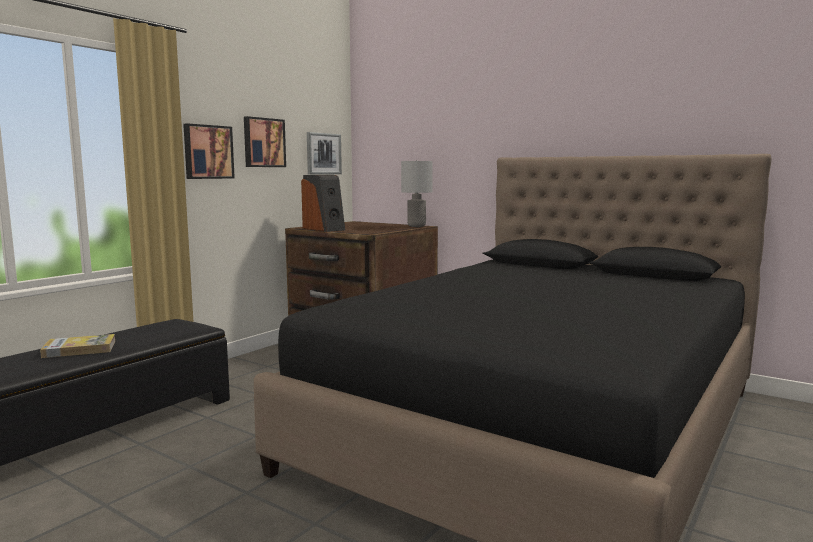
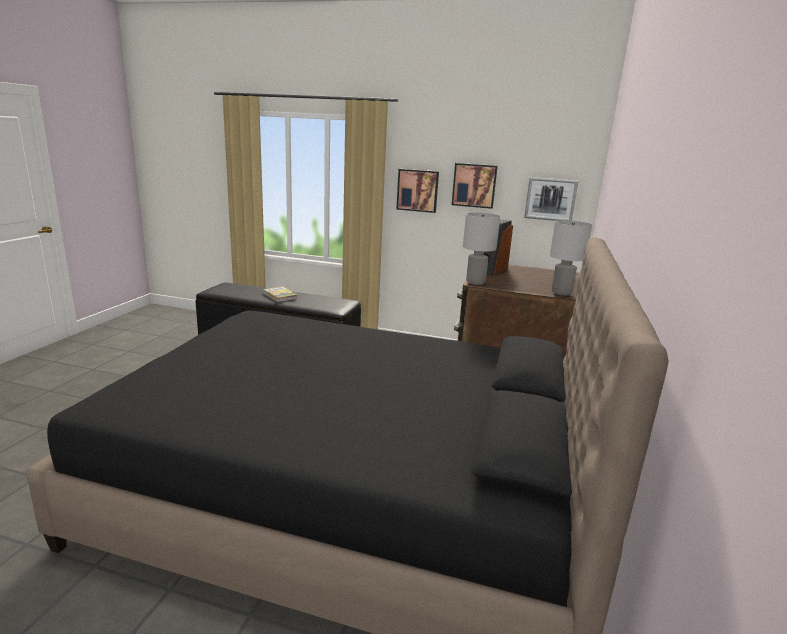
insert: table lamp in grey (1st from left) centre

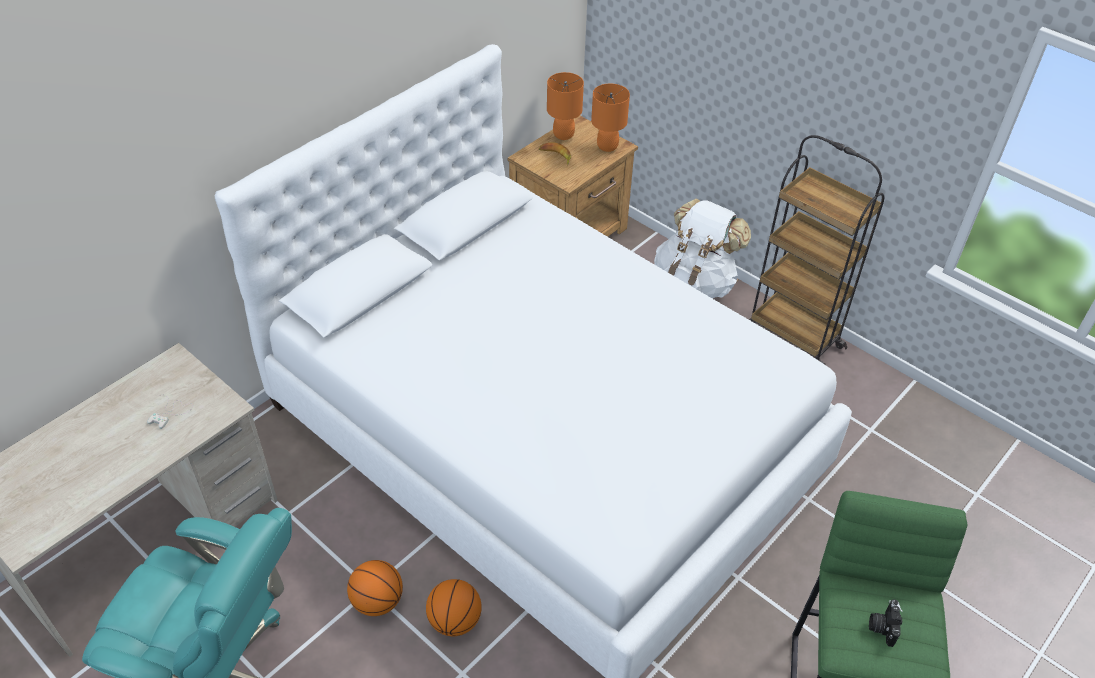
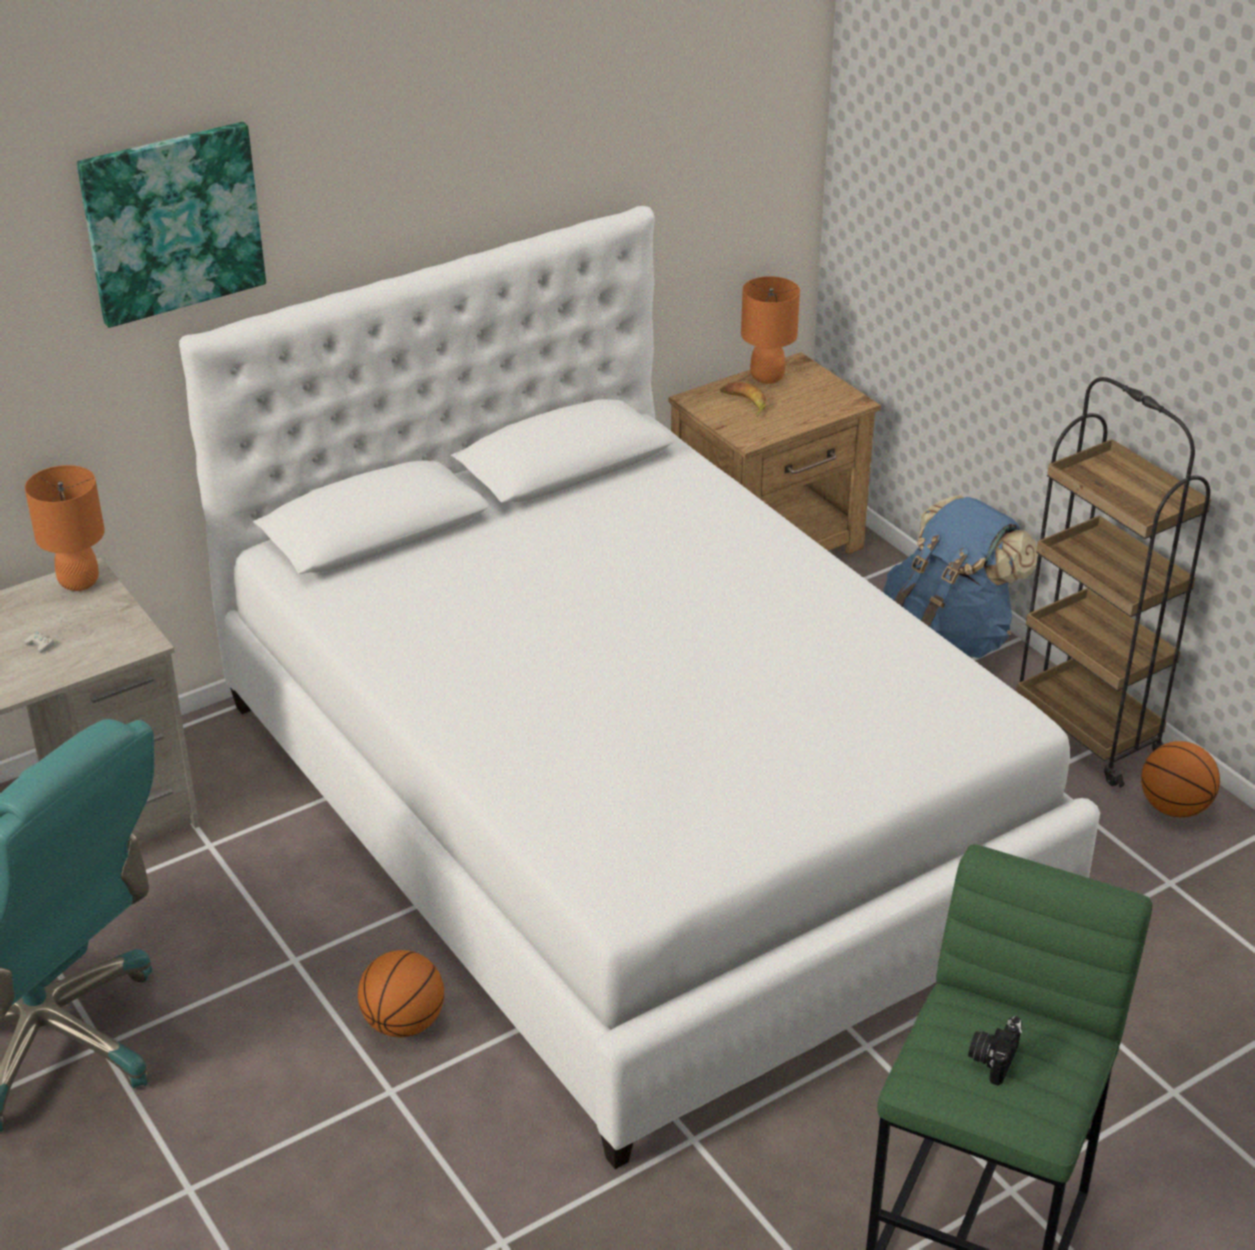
insert: picture top left
move: basketball (1st from left in the first image) bottom centre to basketball (2nd from left) middle right; table lamp in orange (2nd from left in the first image) top centre to table lamp in orange (1st from left) middle left
recolor: backpack in white centre to backpack in blue middle right

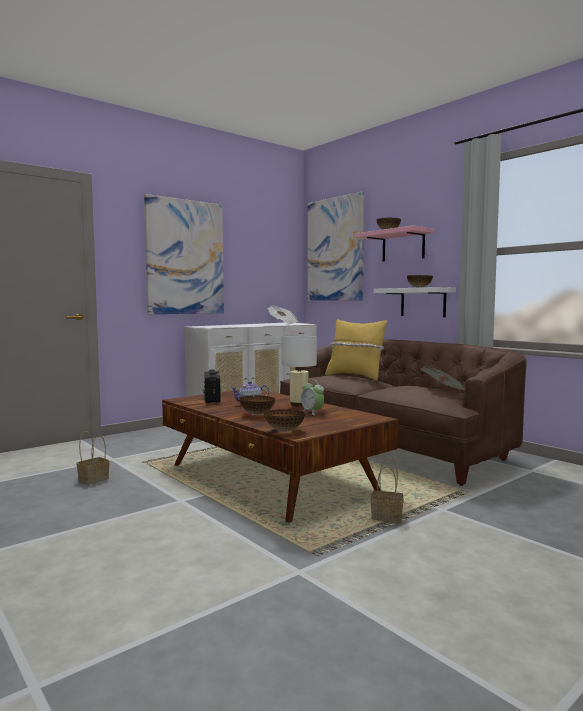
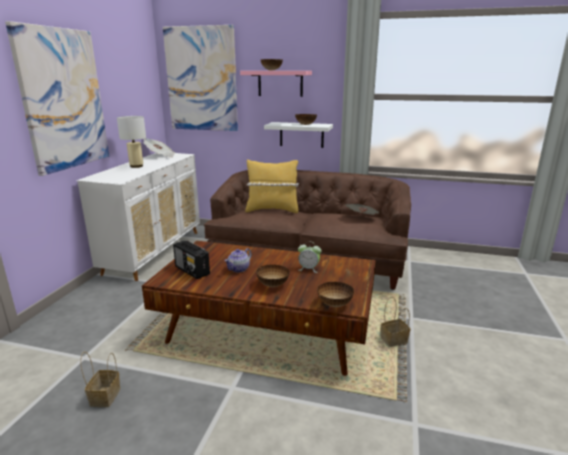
move: table lamp in white centre to top left

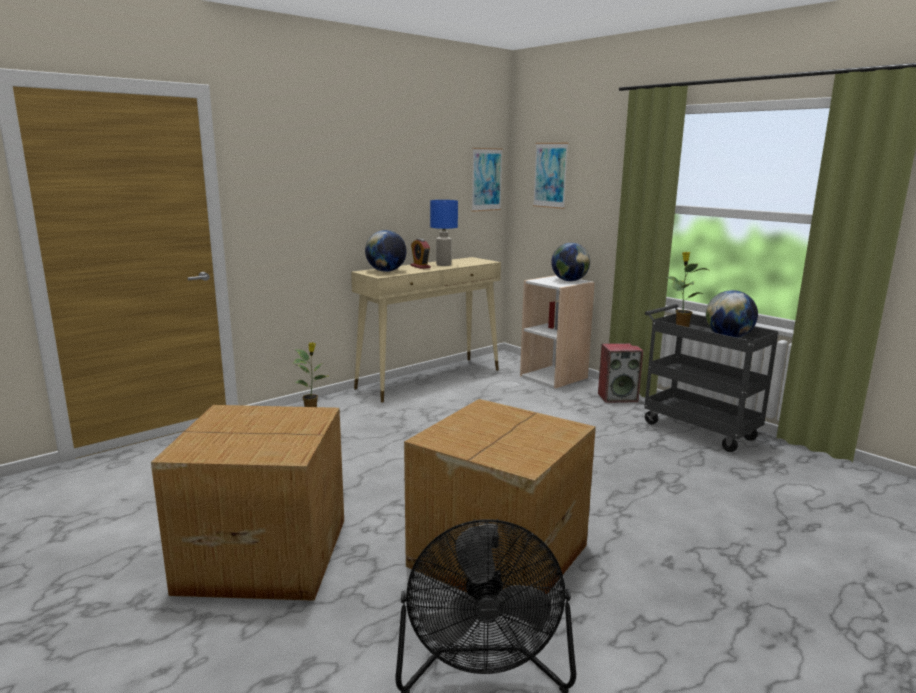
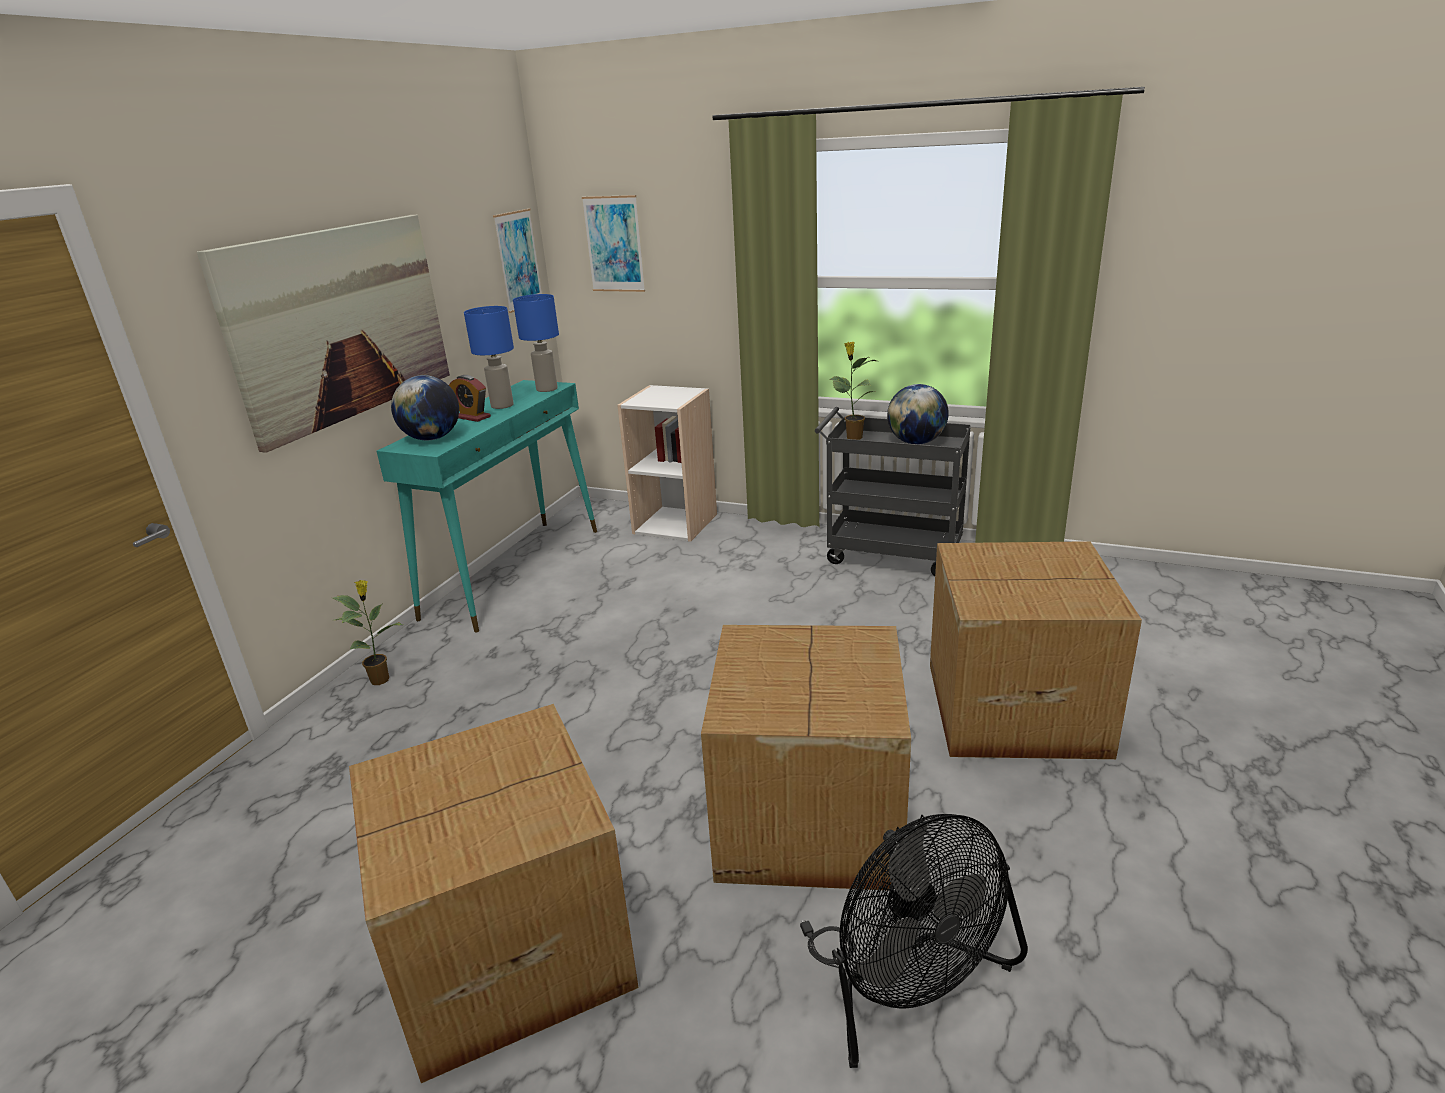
delete: globe (2nd from left) centre; speaker middle right
insert: picture (1st from left) top left; table lamp in blue (2nd from left) top centre; cardboard box (3rd from left) middle right
recolor: console table in beige centre to console table in turquoise centre

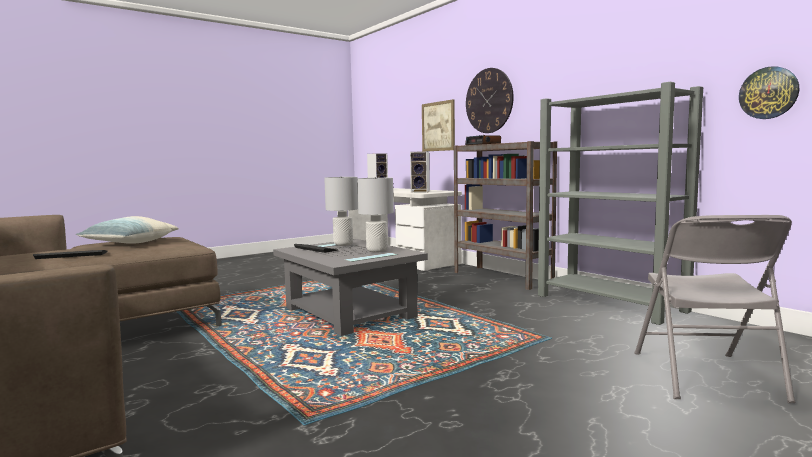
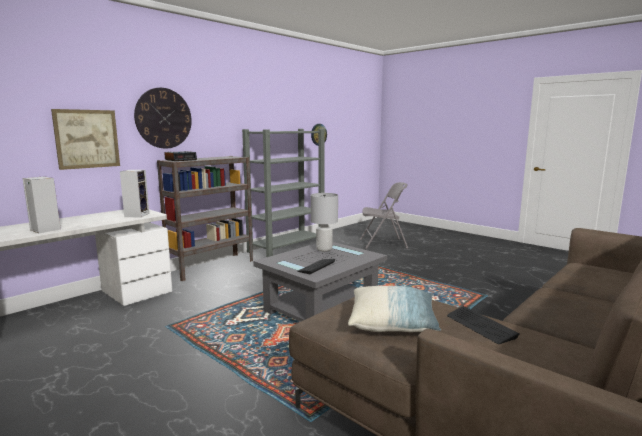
delete: table lamp in grey (1st from left) centre

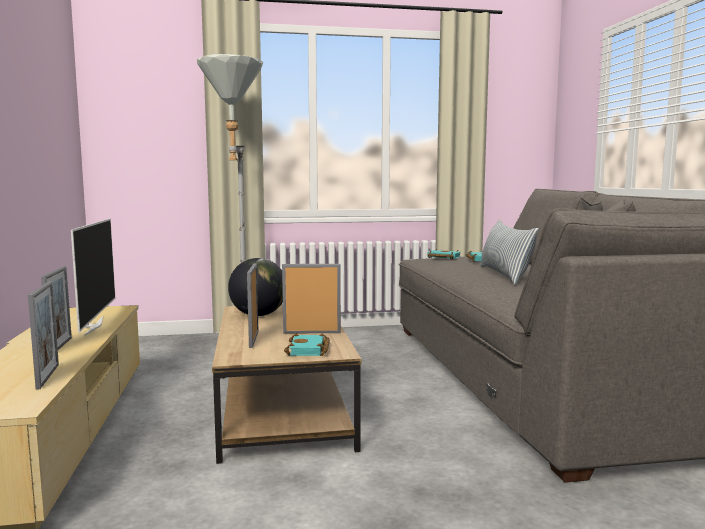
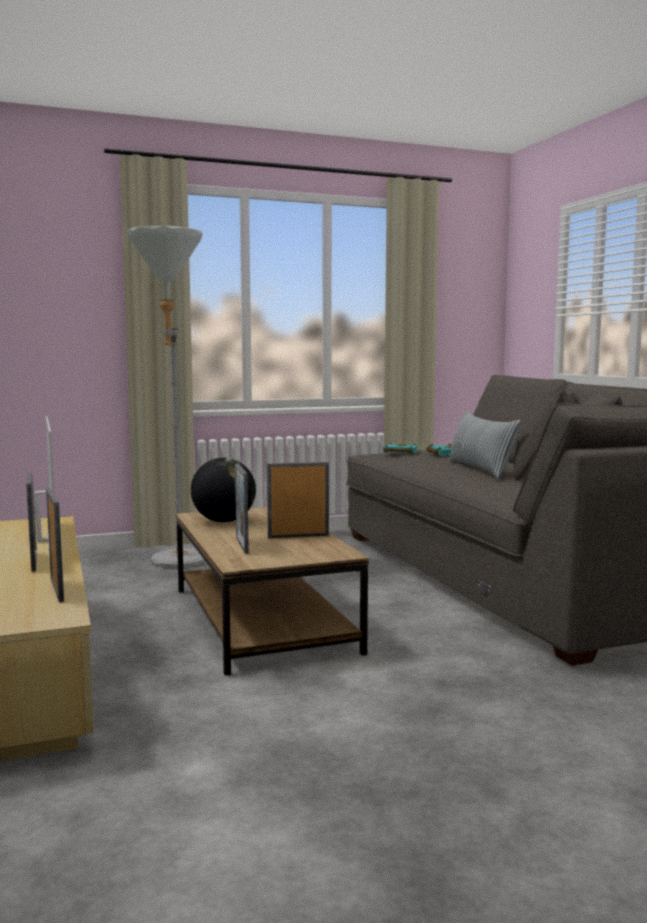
delete: book in turquoise (1st from left) centre

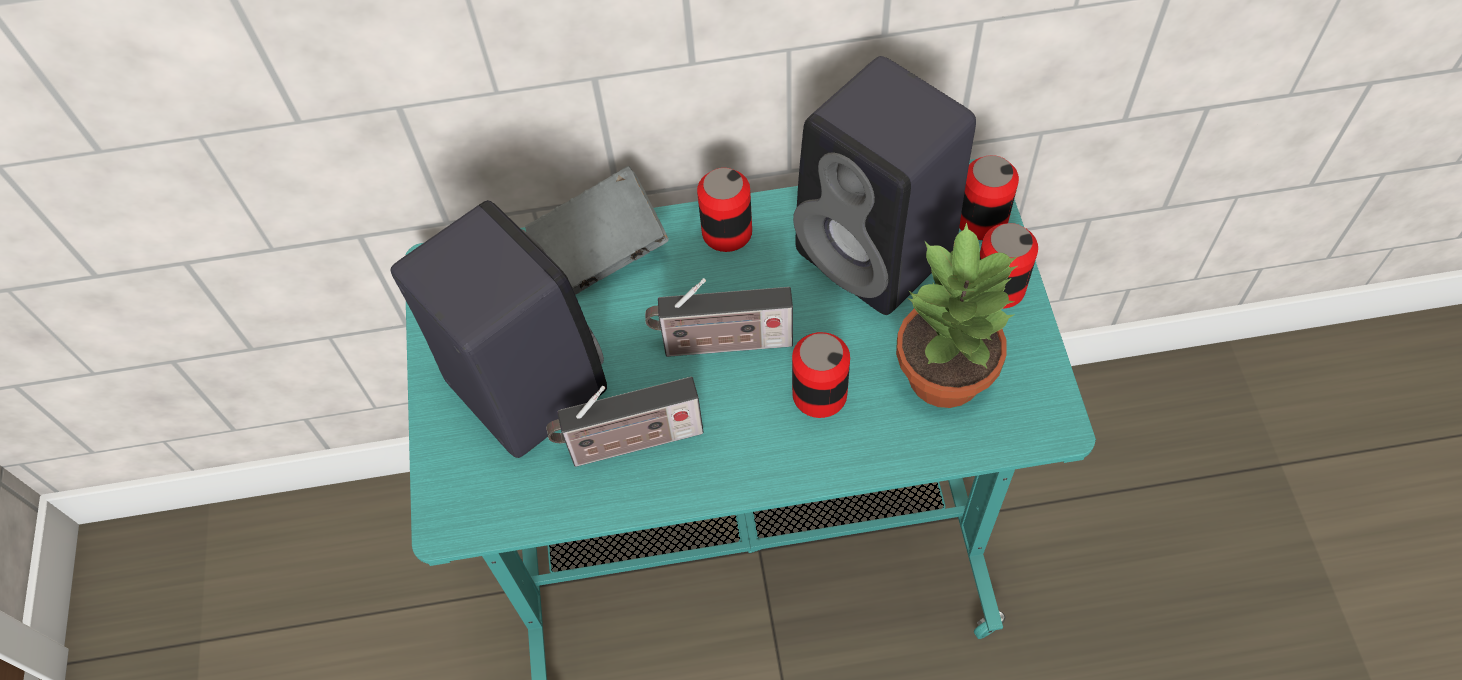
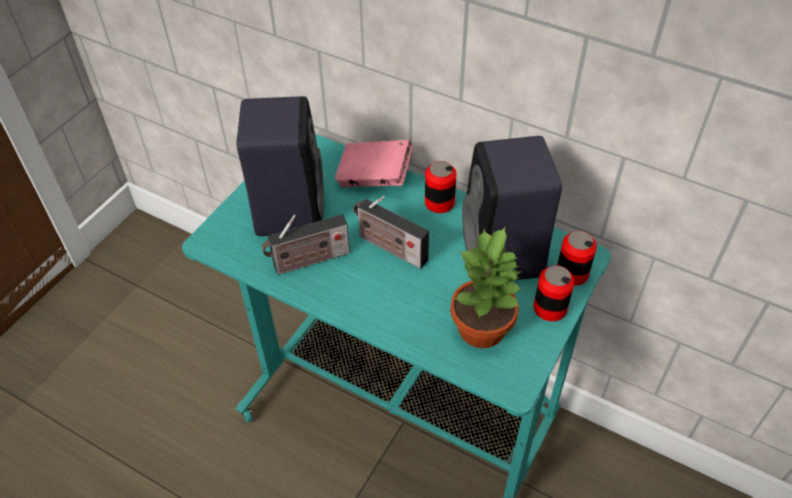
delete: can (2nd from left) centre
recolor: book in grey centre to book in pink top centre
rotate: radio (1st from left) centre = centre 45 degrees counterclockwise

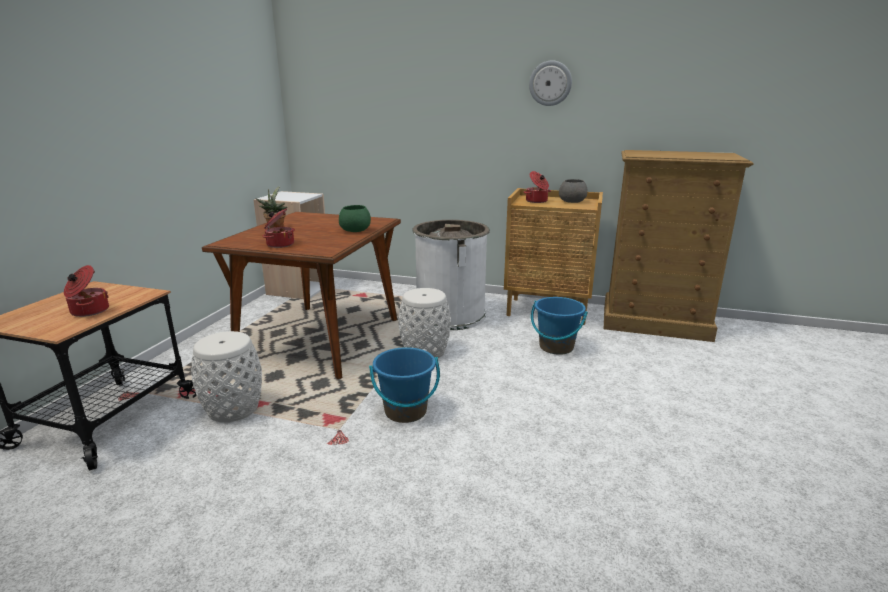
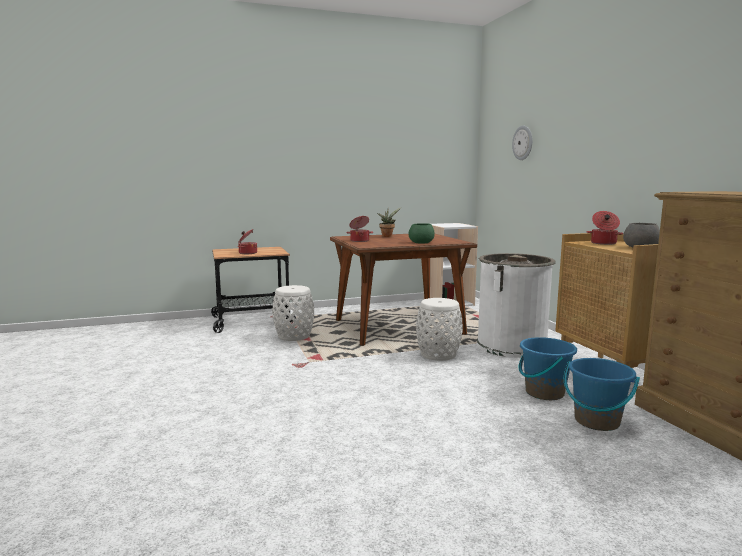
move: bucket in blue (1st from left in the first image) centre to bucket in blue (2nd from left) bottom right; wall clock top centre to top right

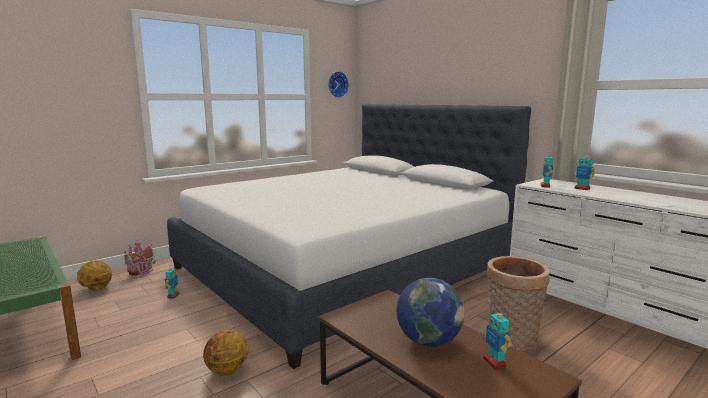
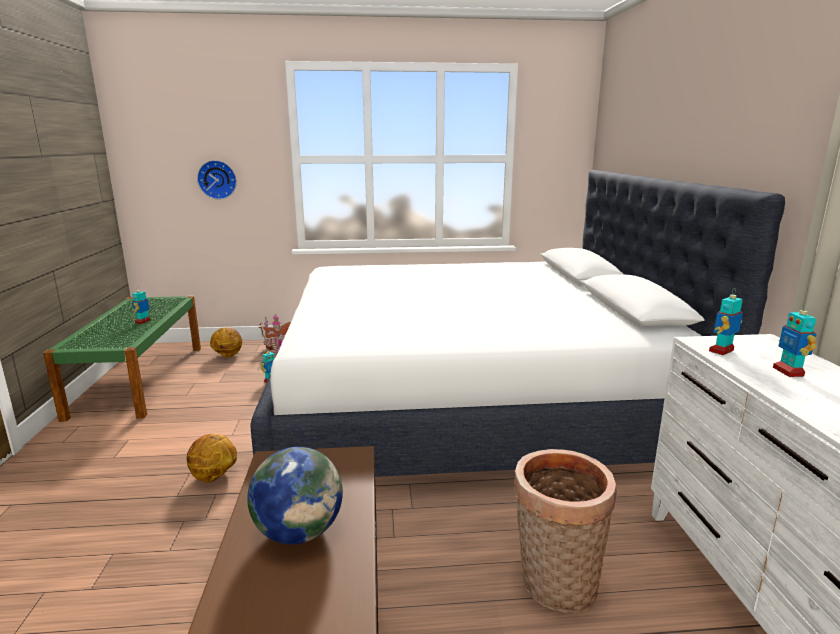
move: wall clock top centre to top left; toy robot (2nd from left in the first image) bottom right to toy robot (1st from left) middle left

